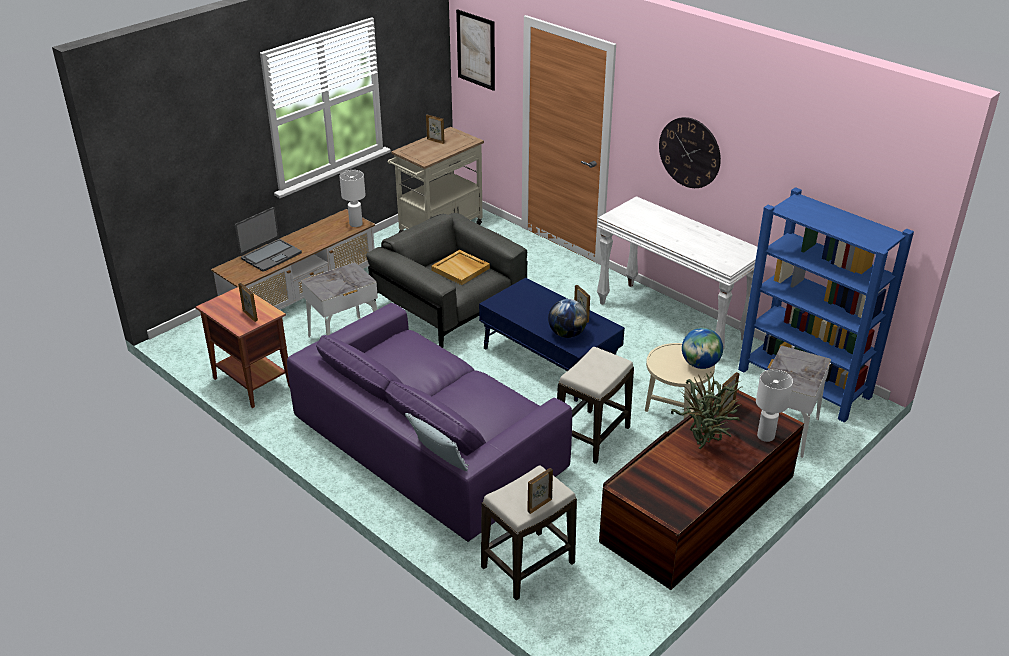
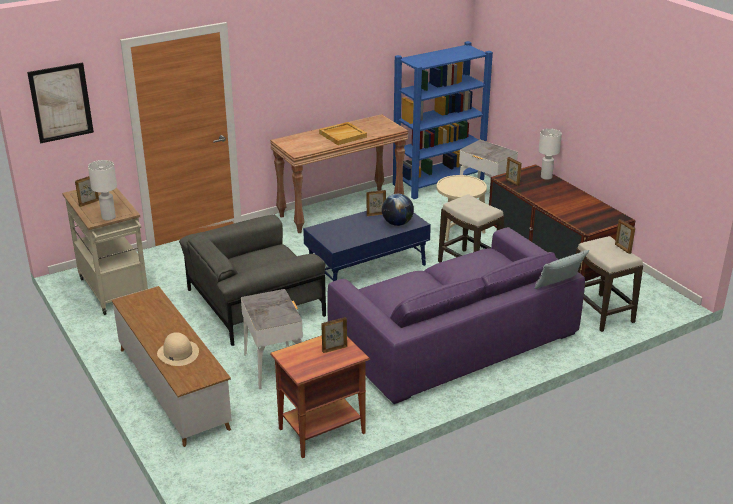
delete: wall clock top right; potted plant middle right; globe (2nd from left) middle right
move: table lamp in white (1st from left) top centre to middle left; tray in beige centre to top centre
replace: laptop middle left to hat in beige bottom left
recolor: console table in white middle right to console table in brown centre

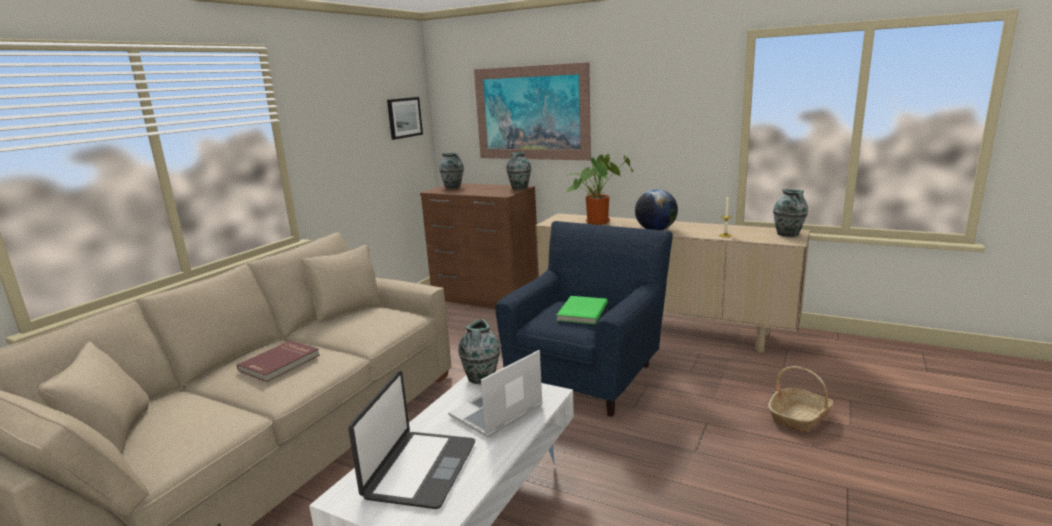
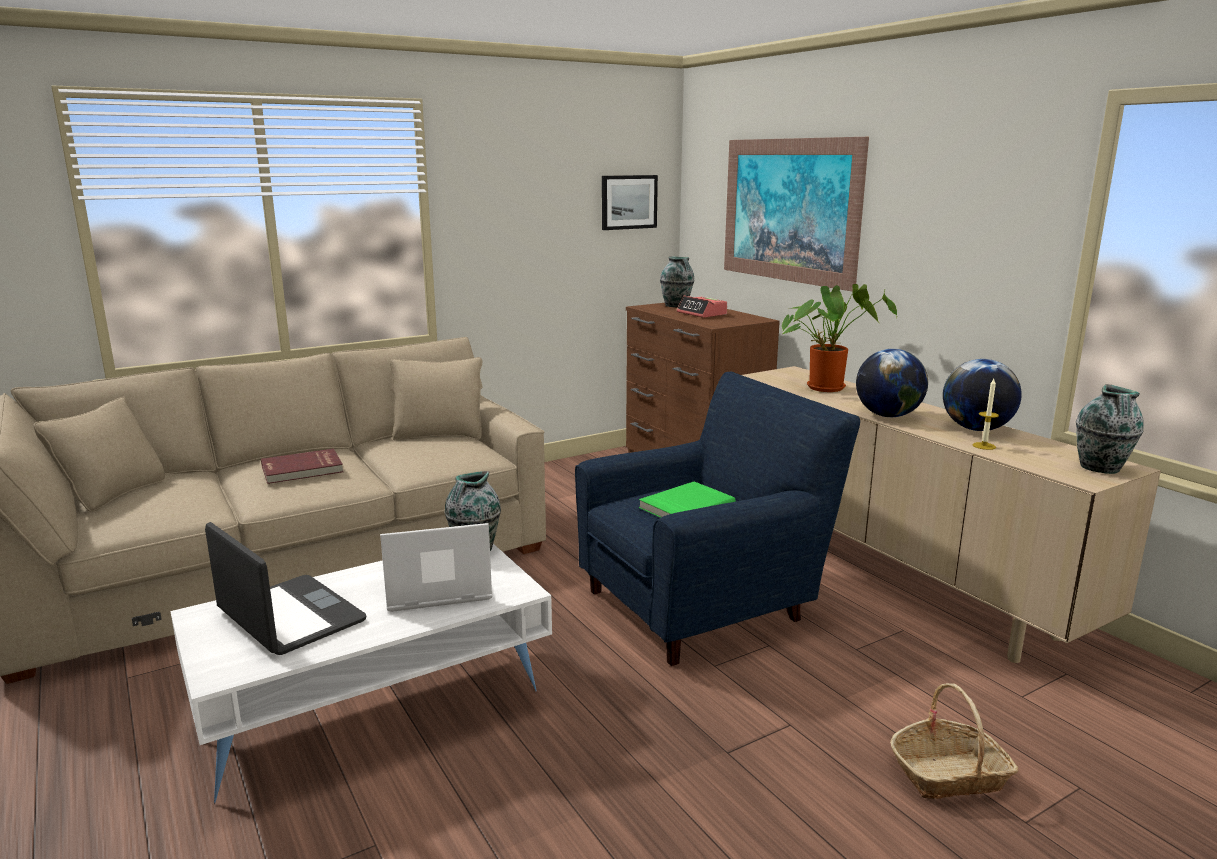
delete: vase (3rd from left) top centre
insert: alarm clock centre; globe (2nd from left) middle right
rotate: laptop (1st from left) bottom centre = bottom left 90 degrees counterclockwise

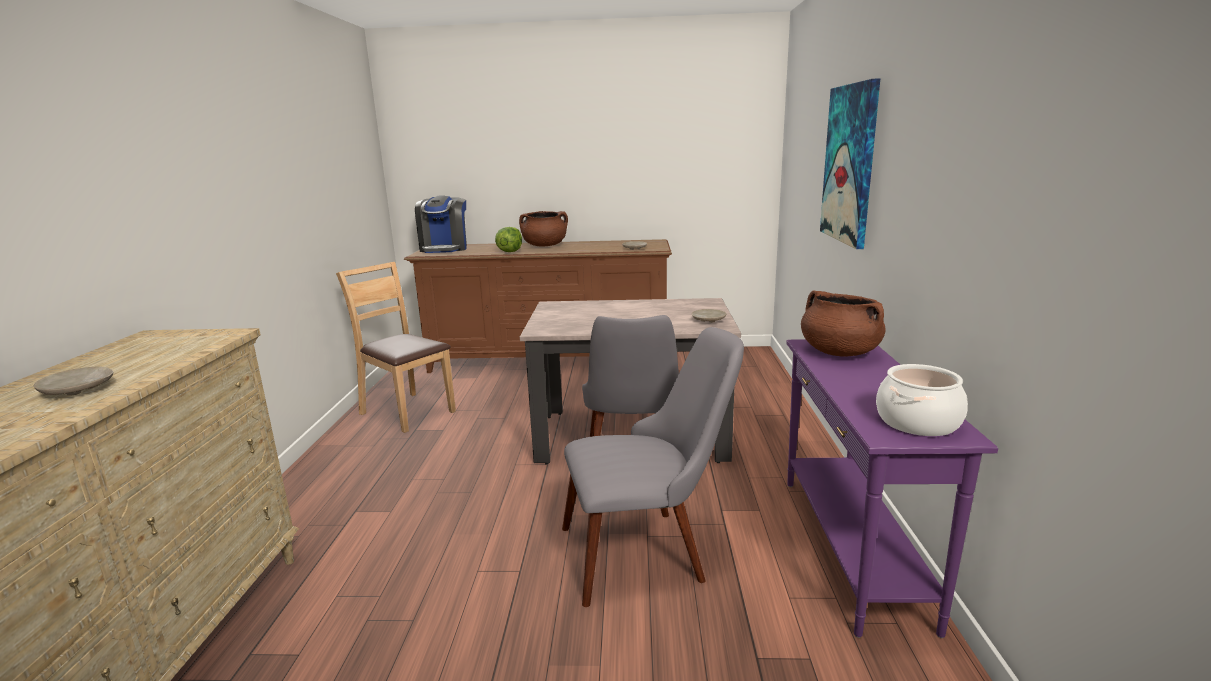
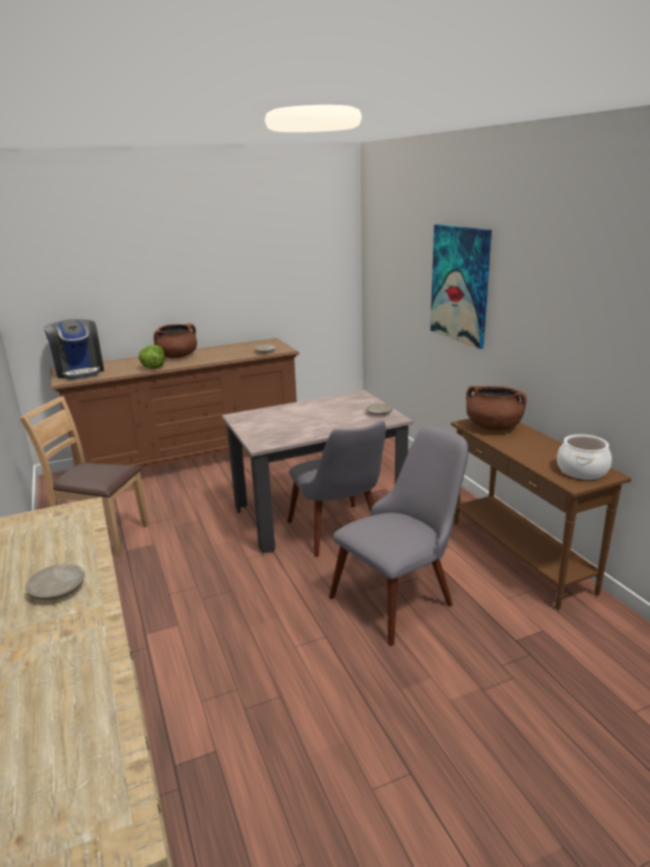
recolor: console table in purple bottom right to console table in brown middle right

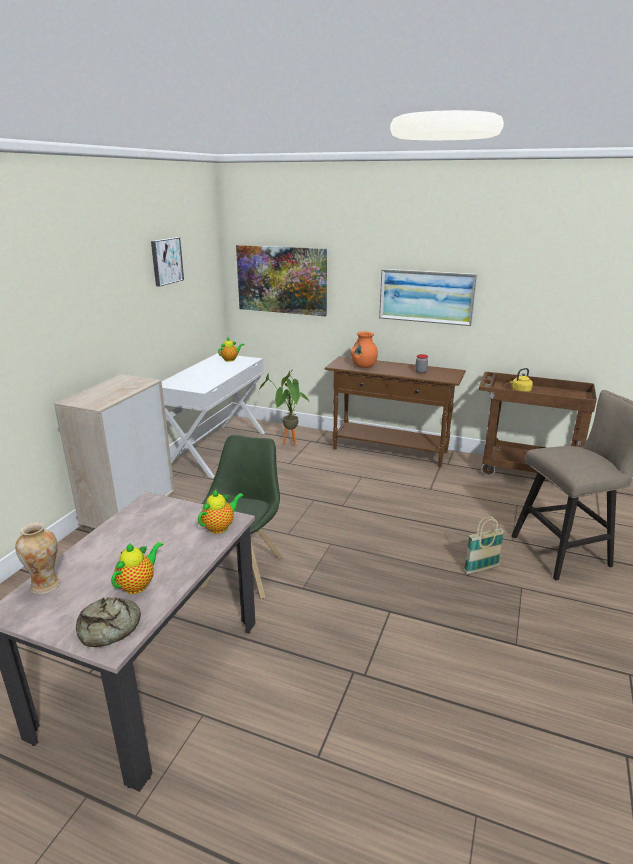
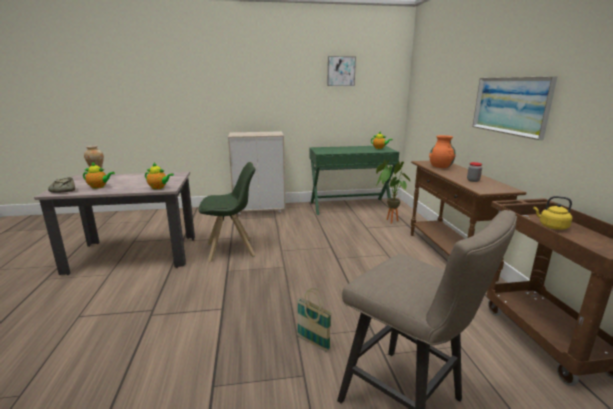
delete: picture (2nd from left) top centre
recolor: console table in white centre to console table in green centre

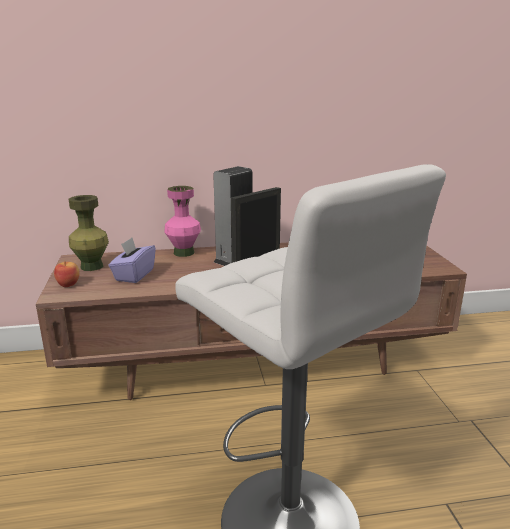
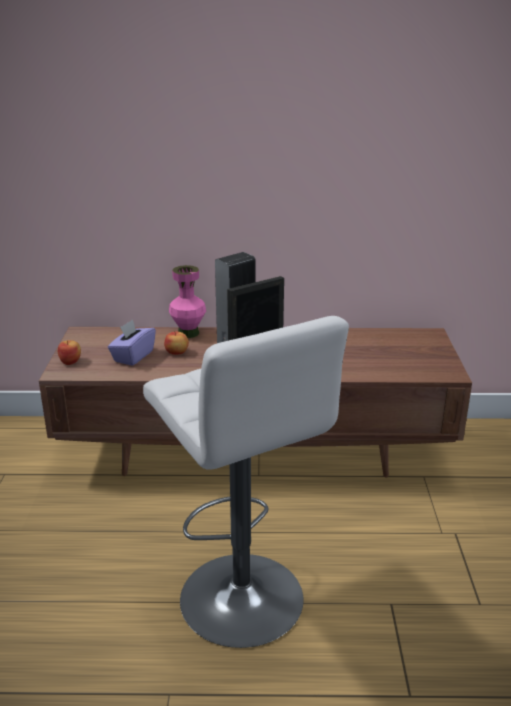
delete: vase in green middle left
insert: apple (2nd from left) centre

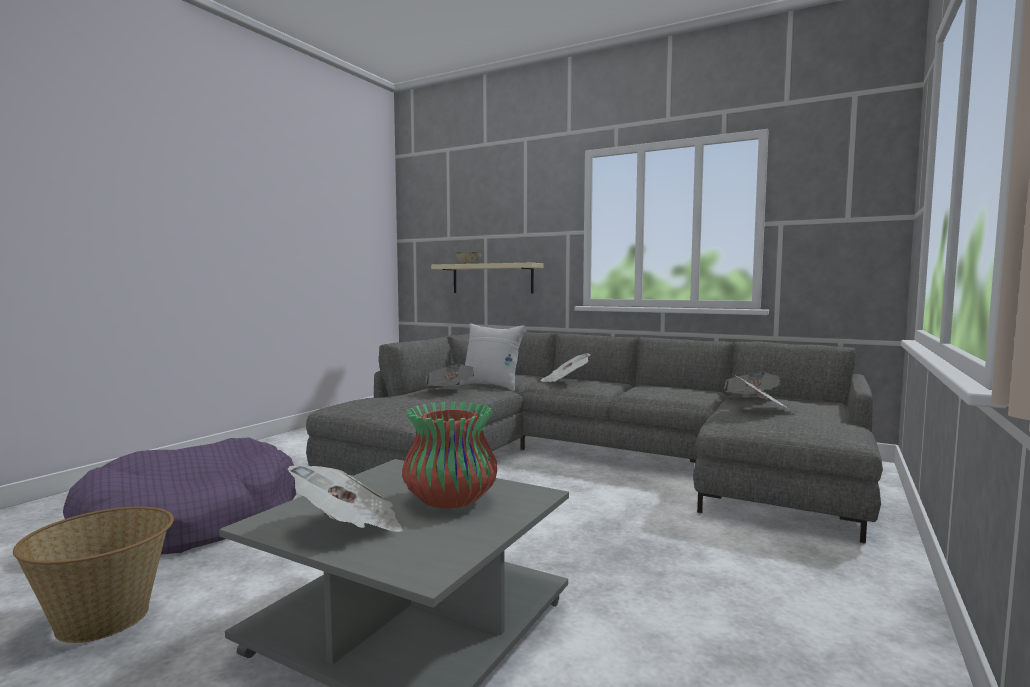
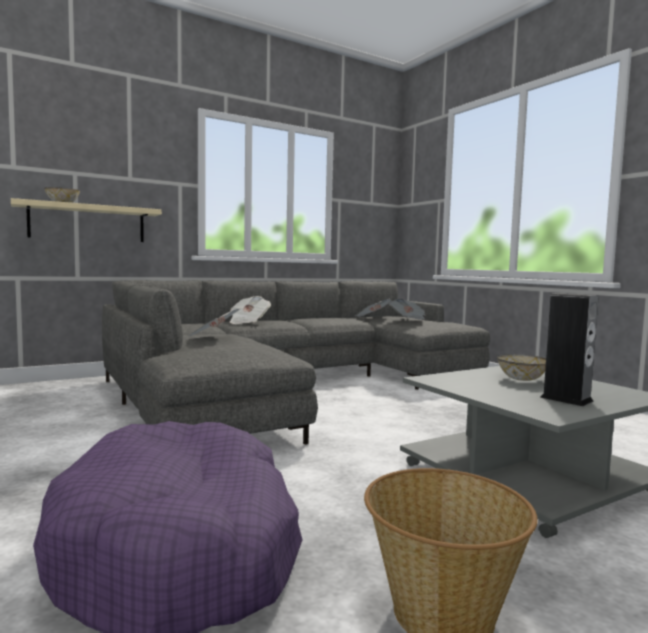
delete: pillow in grey centre
replace: newspaper (1st from left) bottom centre to speaker middle right; vase centre to bowl (2nd from left) middle right

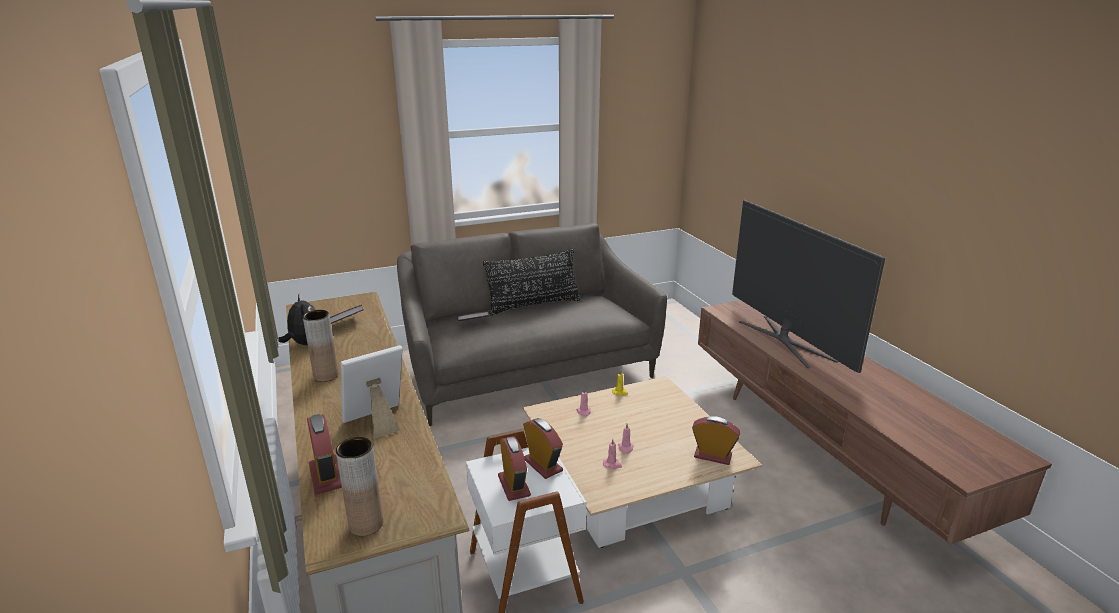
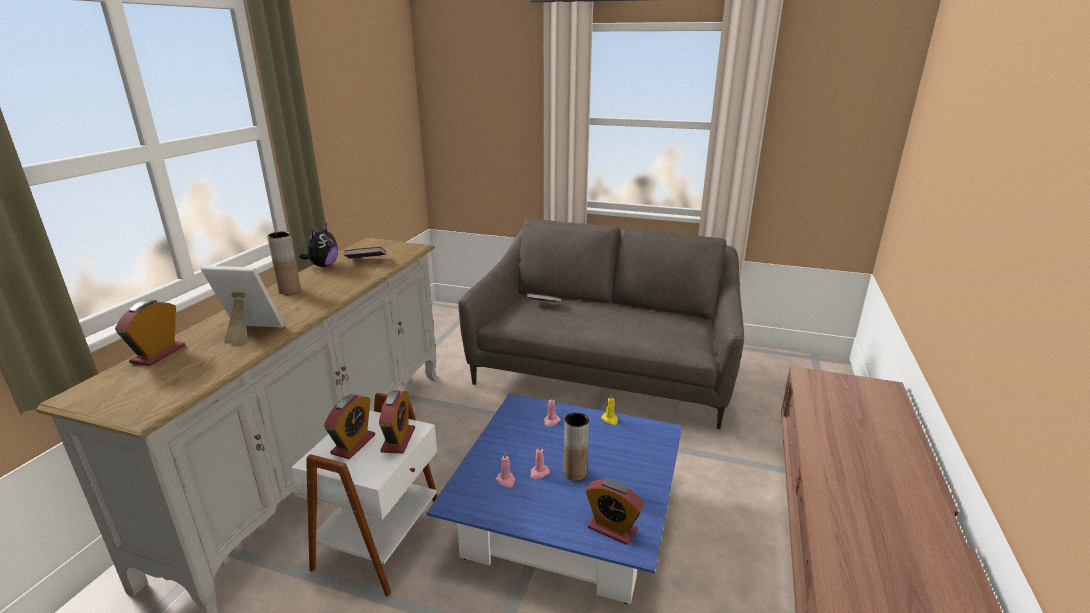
delete: pillow in black centre; television middle right
move: vase in brown (2nd from left) bottom left to bottom centre
recolor: coffee table in beige bottom centre to coffee table in blue bottom centre
rotate: alarm clock (4th from left) bottom centre = bottom centre 150 degrees clockwise

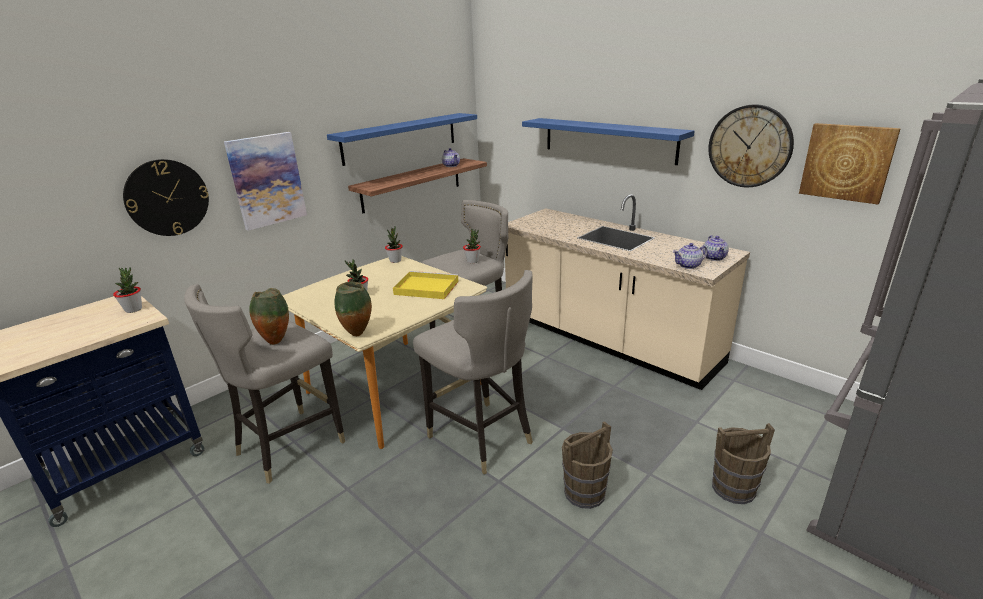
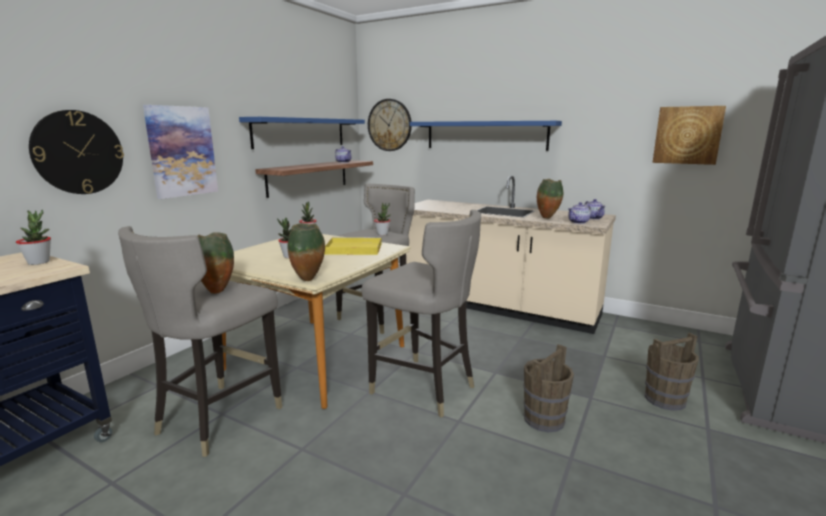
insert: vase (3rd from left) centre
move: wall clock (2nd from left) top right to top centre

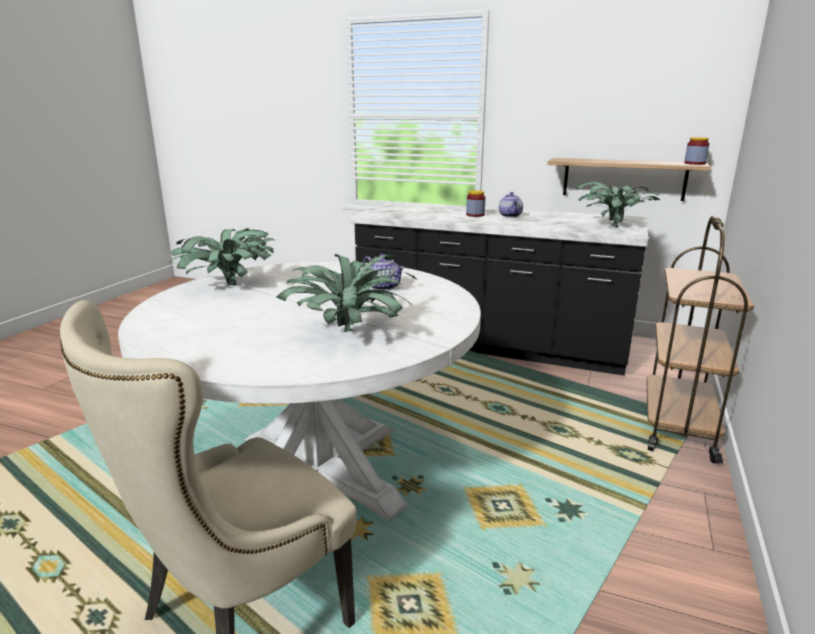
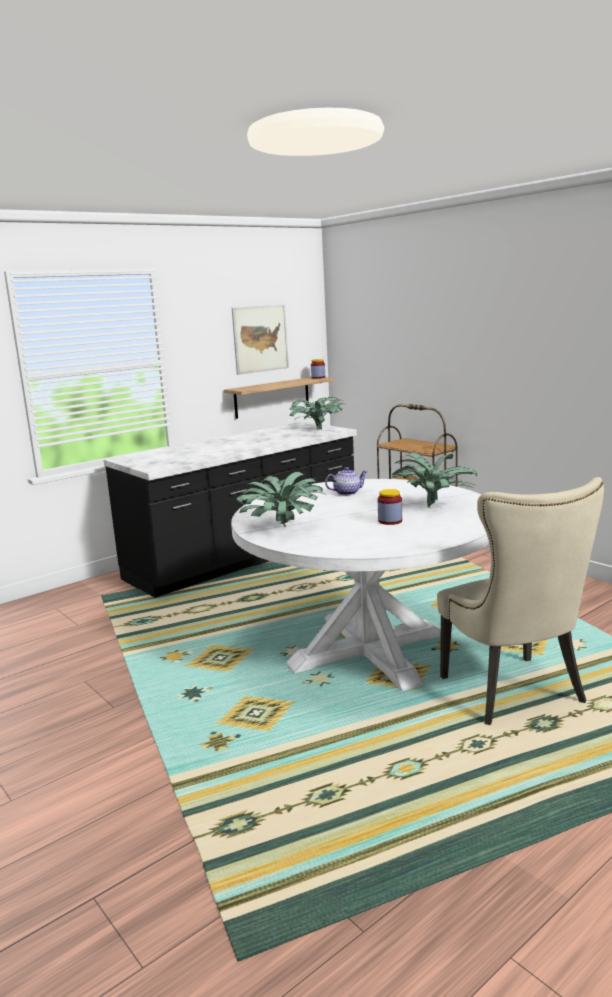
delete: teapot (2nd from left) top centre
insert: picture centre
move: jar (1st from left in the first image) top centre to jar (2nd from left) centre

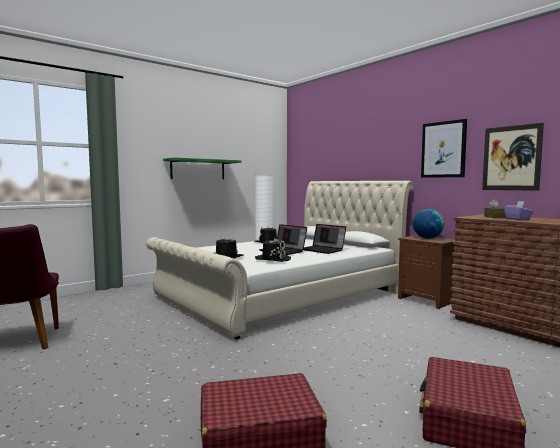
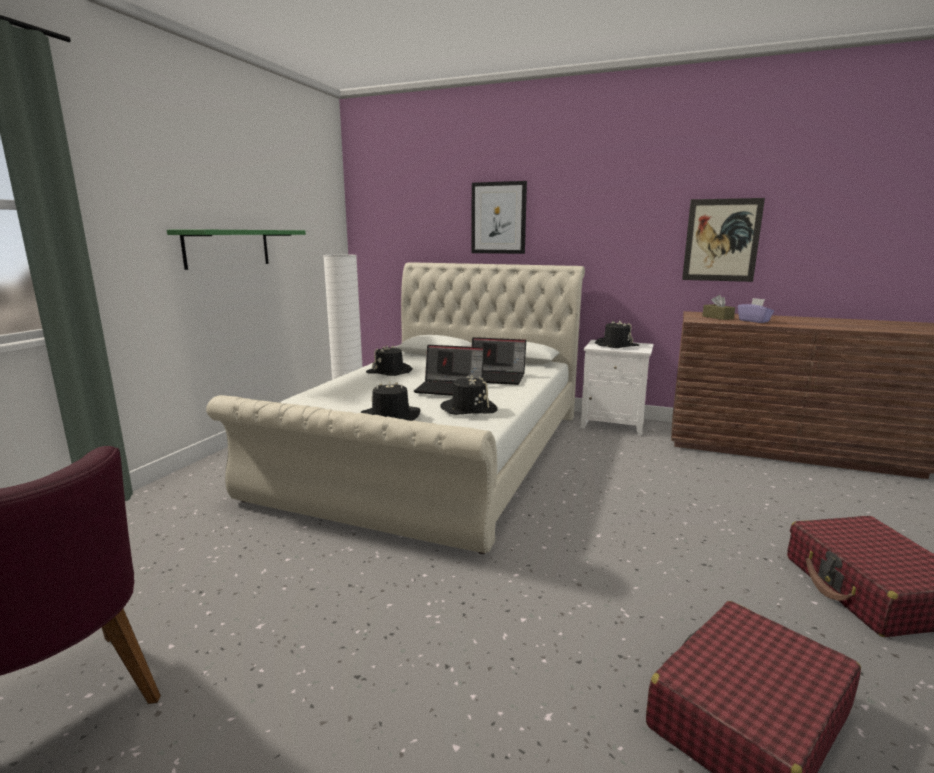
move: picture (1st from left) top right to top centre
replace: globe middle right to hat in black (4th from left) centre
recolor: nightstand in brown middle right to nightstand in white centre

